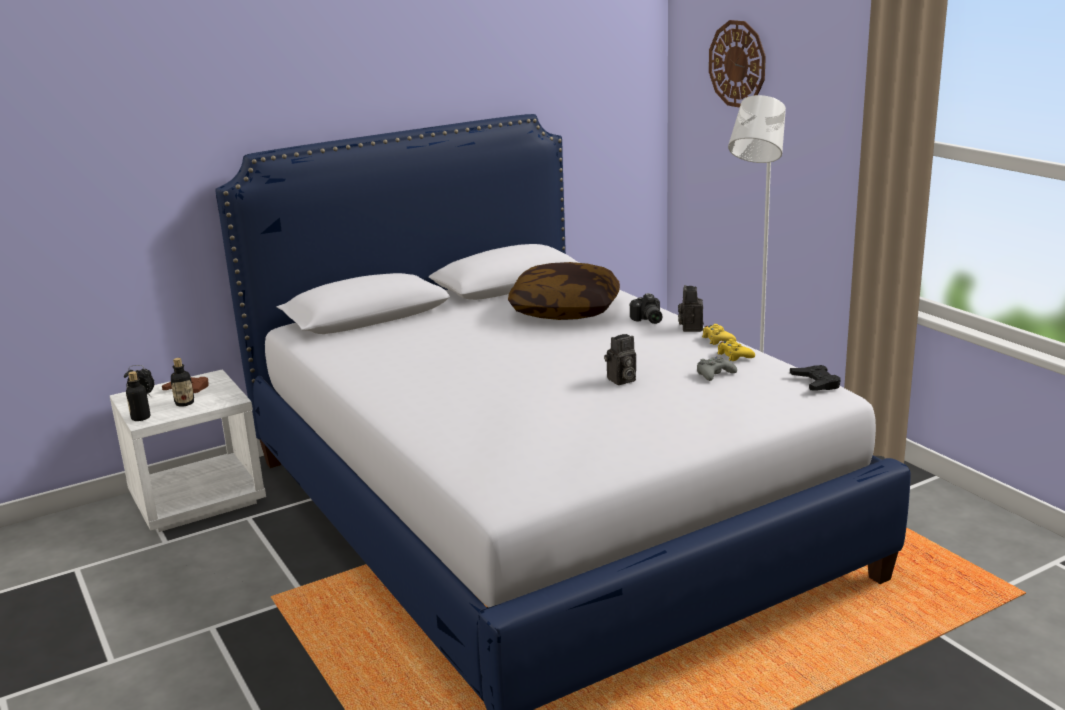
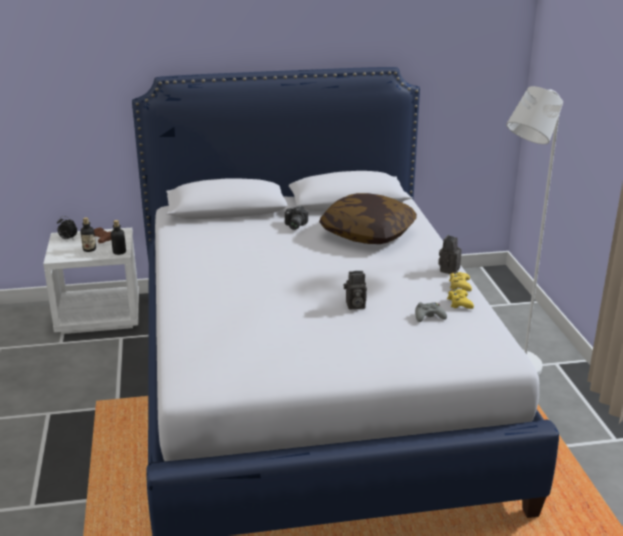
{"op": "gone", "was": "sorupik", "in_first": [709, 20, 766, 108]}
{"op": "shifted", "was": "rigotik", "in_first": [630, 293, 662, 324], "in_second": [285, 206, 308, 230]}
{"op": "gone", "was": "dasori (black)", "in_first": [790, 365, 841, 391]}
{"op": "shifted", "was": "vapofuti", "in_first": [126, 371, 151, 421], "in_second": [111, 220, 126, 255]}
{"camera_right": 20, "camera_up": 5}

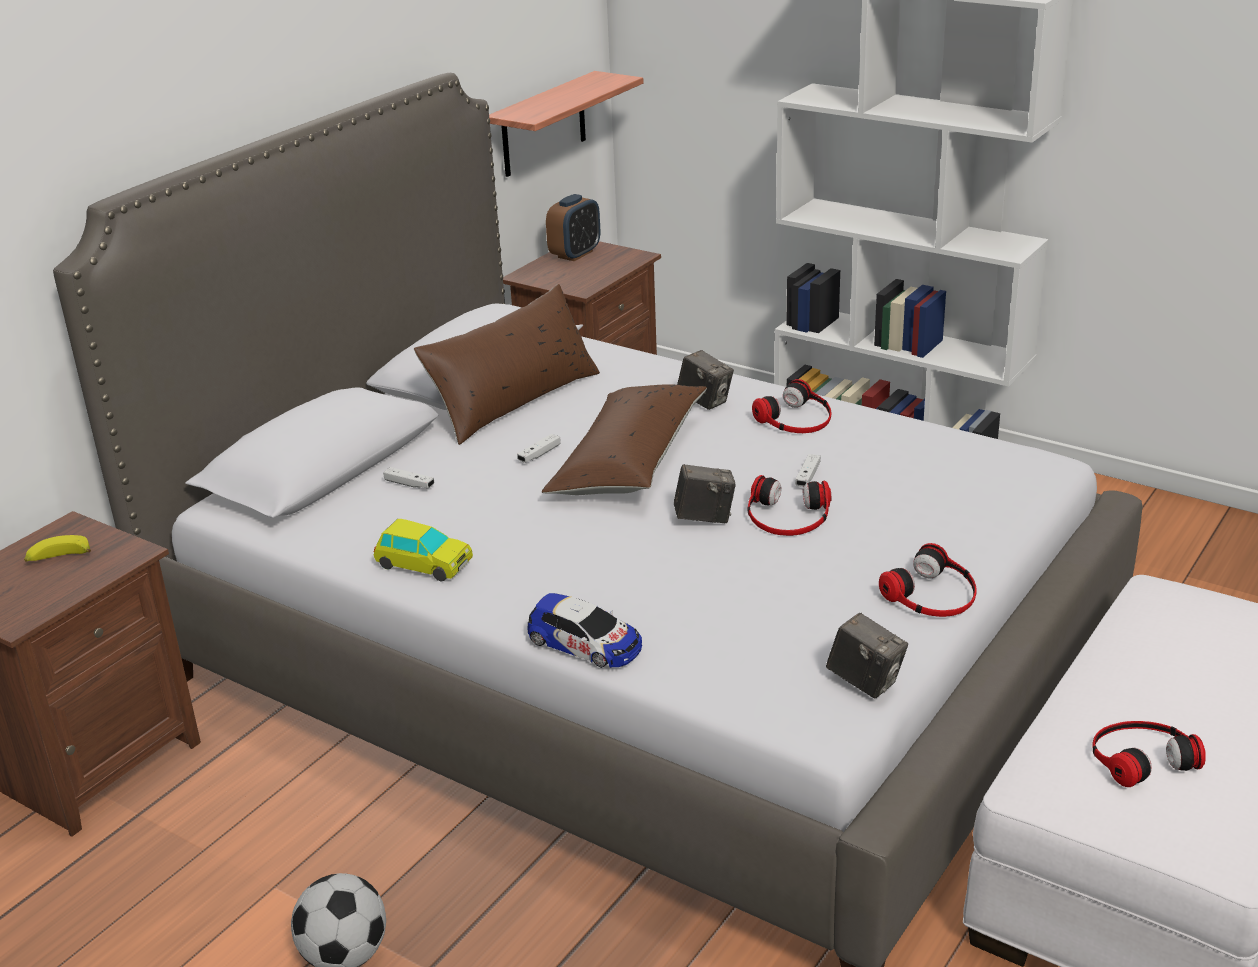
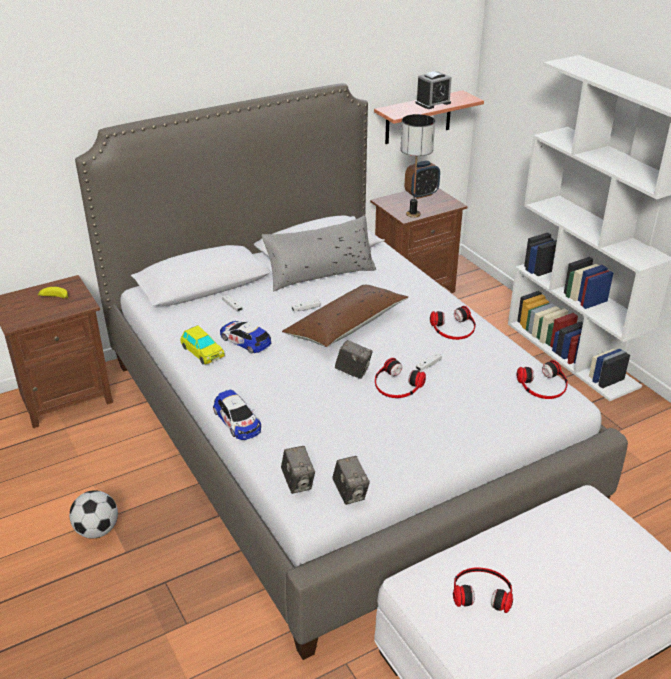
{"op": "repainted", "was": "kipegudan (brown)", "now": "kipegudan (grey)", "in_first": [414, 284, 600, 445], "in_second": [262, 216, 376, 291]}
{"op": "shifted", "was": "rigotik", "in_first": [677, 350, 734, 410], "in_second": [281, 446, 315, 494]}
{"op": "shifted", "was": "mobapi", "in_first": [879, 543, 977, 617], "in_second": [516, 360, 568, 399]}
{"op": "new", "now": "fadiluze", "in_second": [415, 71, 452, 109]}
{"op": "new", "now": "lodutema", "in_second": [401, 114, 435, 218]}
{"op": "new", "now": "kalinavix", "in_second": [220, 321, 271, 354]}
{"camera_right": 25, "camera_up": 5}

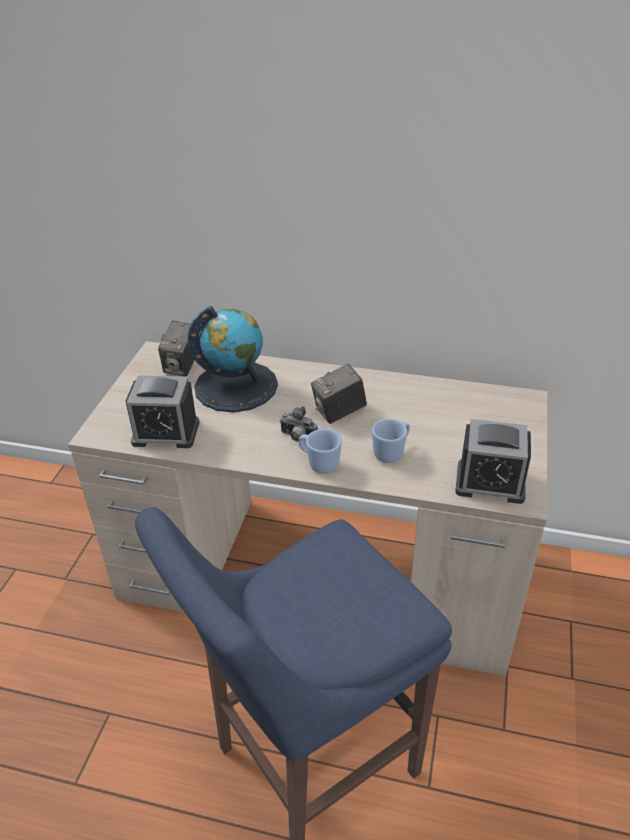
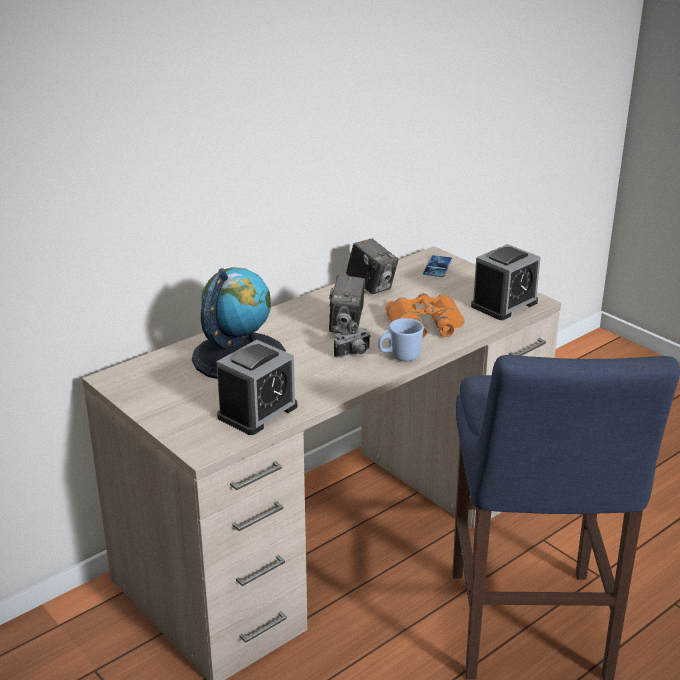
{"op": "shifted", "was": "rigotik", "in_first": [158, 321, 195, 377], "in_second": [346, 239, 399, 294]}
{"op": "swapped", "was": "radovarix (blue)", "now": "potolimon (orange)", "in_first": [372, 419, 410, 463], "in_second": [385, 293, 465, 338]}
{"op": "new", "now": "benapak", "in_second": [423, 255, 452, 277]}
{"camera_right": -55, "camera_up": -10}

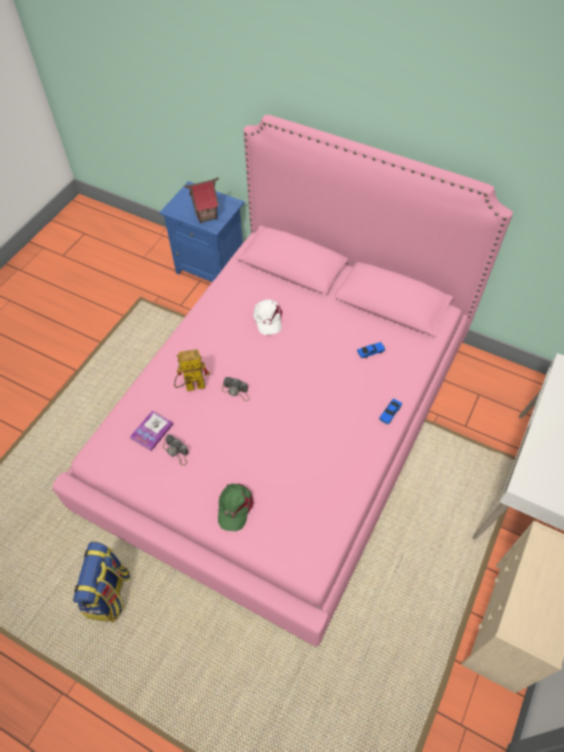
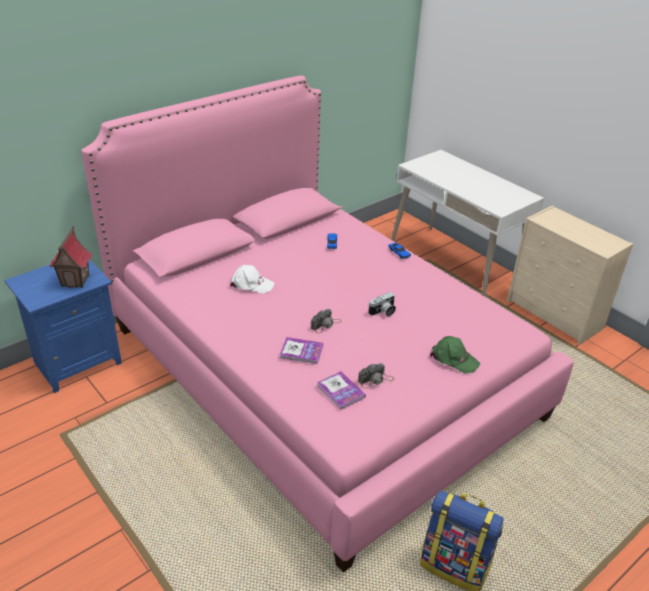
{"op": "swapped", "was": "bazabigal", "now": "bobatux", "in_first": [174, 349, 210, 391], "in_second": [280, 337, 323, 364]}
{"op": "new", "now": "rigotik", "in_second": [369, 292, 396, 316]}
{"camera_right": -70, "camera_up": -20}

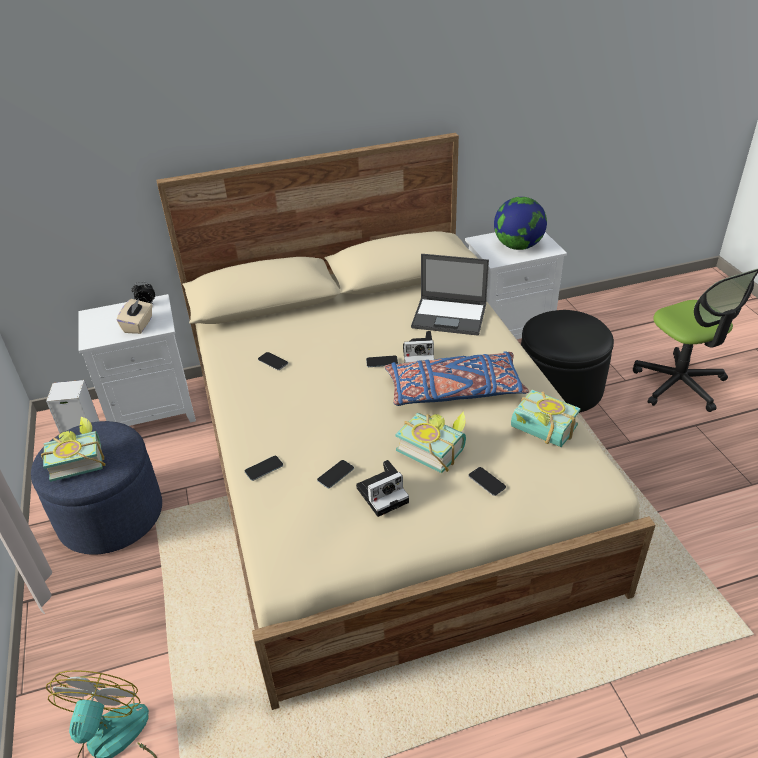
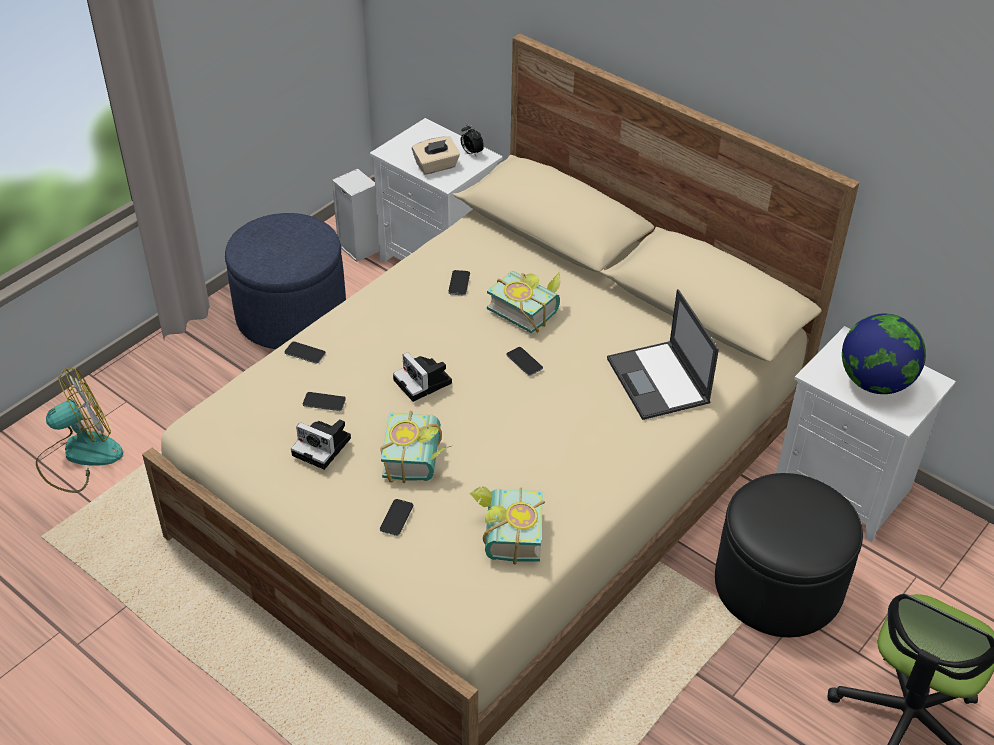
{"op": "shifted", "was": "rigotik", "in_first": [403, 331, 434, 363], "in_second": [393, 352, 452, 402]}
{"op": "gone", "was": "kipegudan (blue)", "in_first": [385, 351, 529, 406]}
{"op": "shifted", "was": "bobatux", "in_first": [41, 417, 105, 482], "in_second": [487, 271, 560, 333]}
{"camera_right": 55, "camera_up": 5}

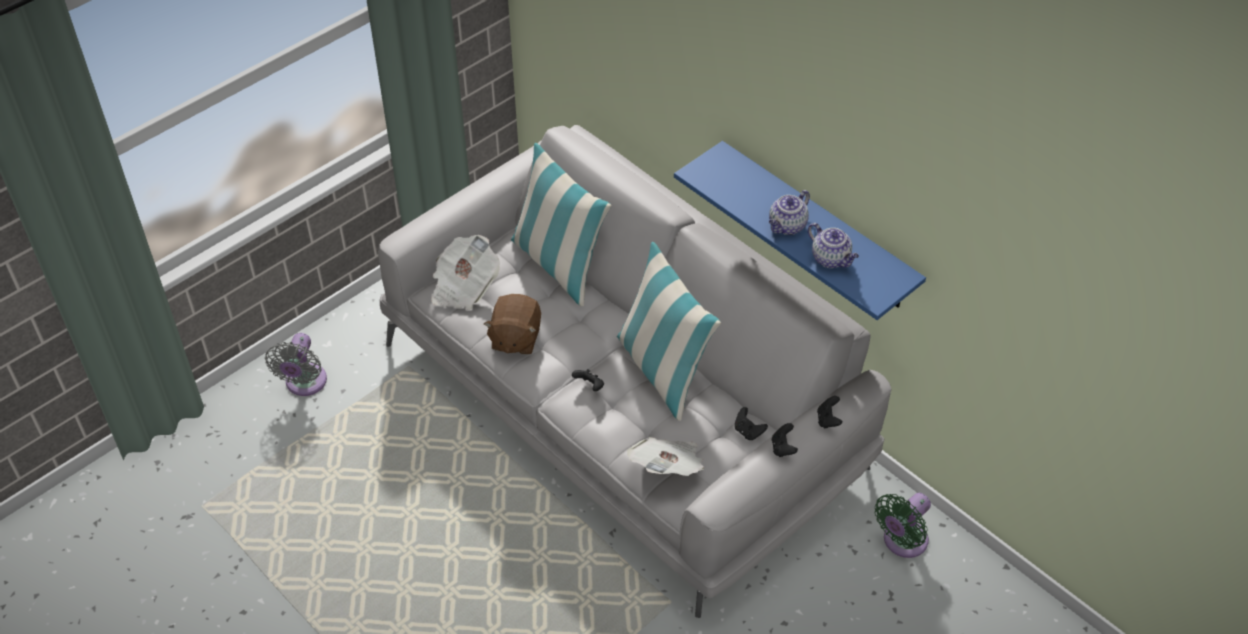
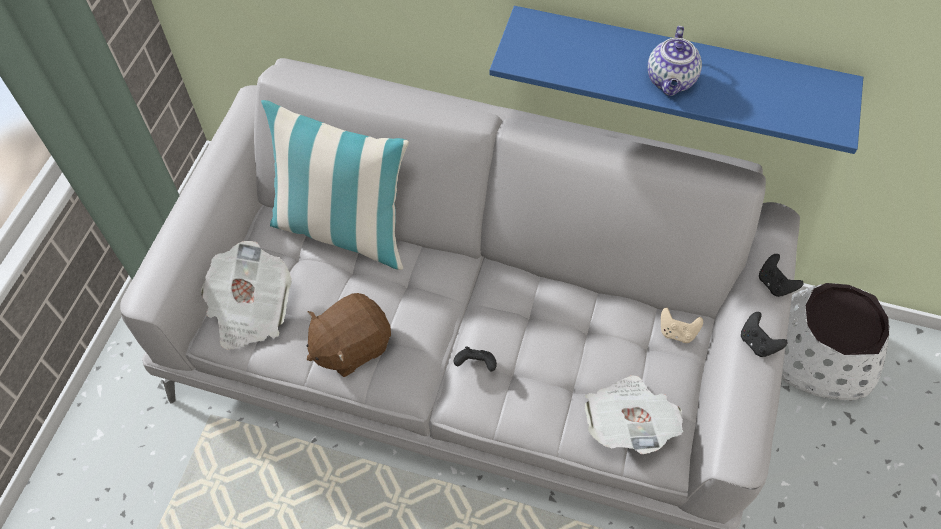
{"op": "gone", "was": "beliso", "in_first": [808, 223, 859, 268]}
{"op": "gone", "was": "kipegudan", "in_first": [617, 242, 721, 421]}
{"op": "rotated", "was": "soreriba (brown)", "in_first": [484, 294, 541, 355], "in_second": [307, 293, 391, 377], "clockwise": 75}
{"op": "gone", "was": "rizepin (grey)", "in_first": [265, 333, 327, 396]}
{"op": "repainted", "was": "dasori (black)", "now": "dasori (beige)", "in_first": [734, 407, 768, 440], "in_second": [661, 307, 703, 343]}
{"op": "swapped", "was": "rizepin (green)", "now": "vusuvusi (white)", "in_first": [875, 493, 931, 558], "in_second": [782, 283, 890, 400]}
{"camera_right": -30, "camera_up": 10}

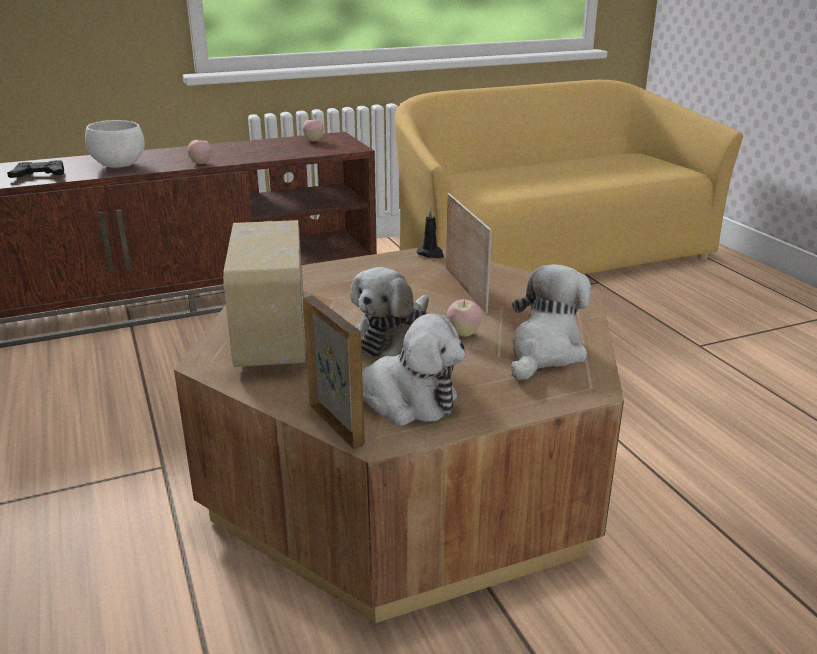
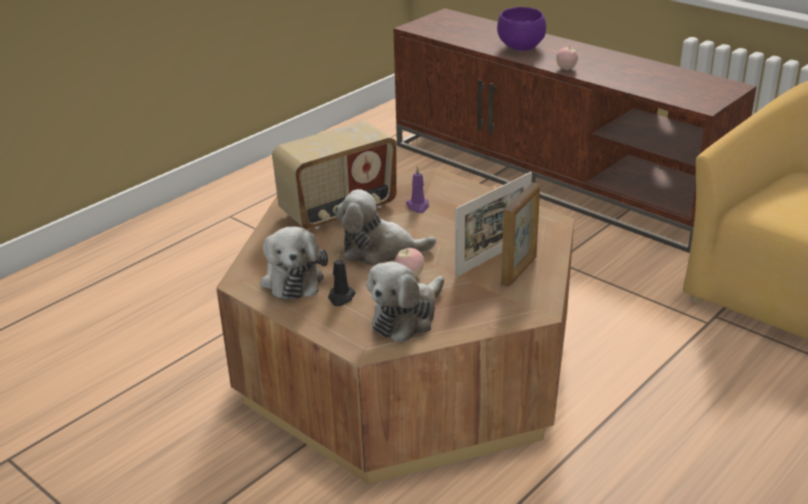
{"op": "gone", "was": "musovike", "in_first": [303, 116, 324, 142]}
{"op": "repainted", "was": "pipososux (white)", "now": "pipososux (purple)", "in_first": [85, 120, 145, 168], "in_second": [497, 7, 546, 51]}
{"op": "gone", "was": "dasori (black)", "in_first": [7, 160, 64, 178]}
{"op": "shifted", "was": "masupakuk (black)", "in_first": [416, 208, 444, 258], "in_second": [328, 253, 356, 306]}
{"op": "rotated", "was": "soreriba", "in_first": [511, 264, 591, 380], "in_second": [367, 262, 444, 343], "clockwise": 120}
{"op": "shifted", "was": "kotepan", "in_first": [303, 295, 365, 449], "in_second": [501, 183, 540, 287]}
{"op": "new", "now": "masupakuk (purple)", "in_second": [406, 166, 429, 213]}
{"camera_right": 65, "camera_up": 5}

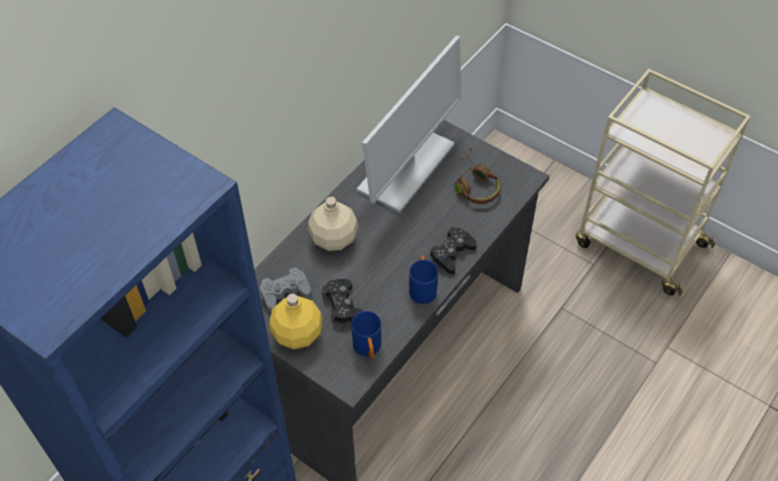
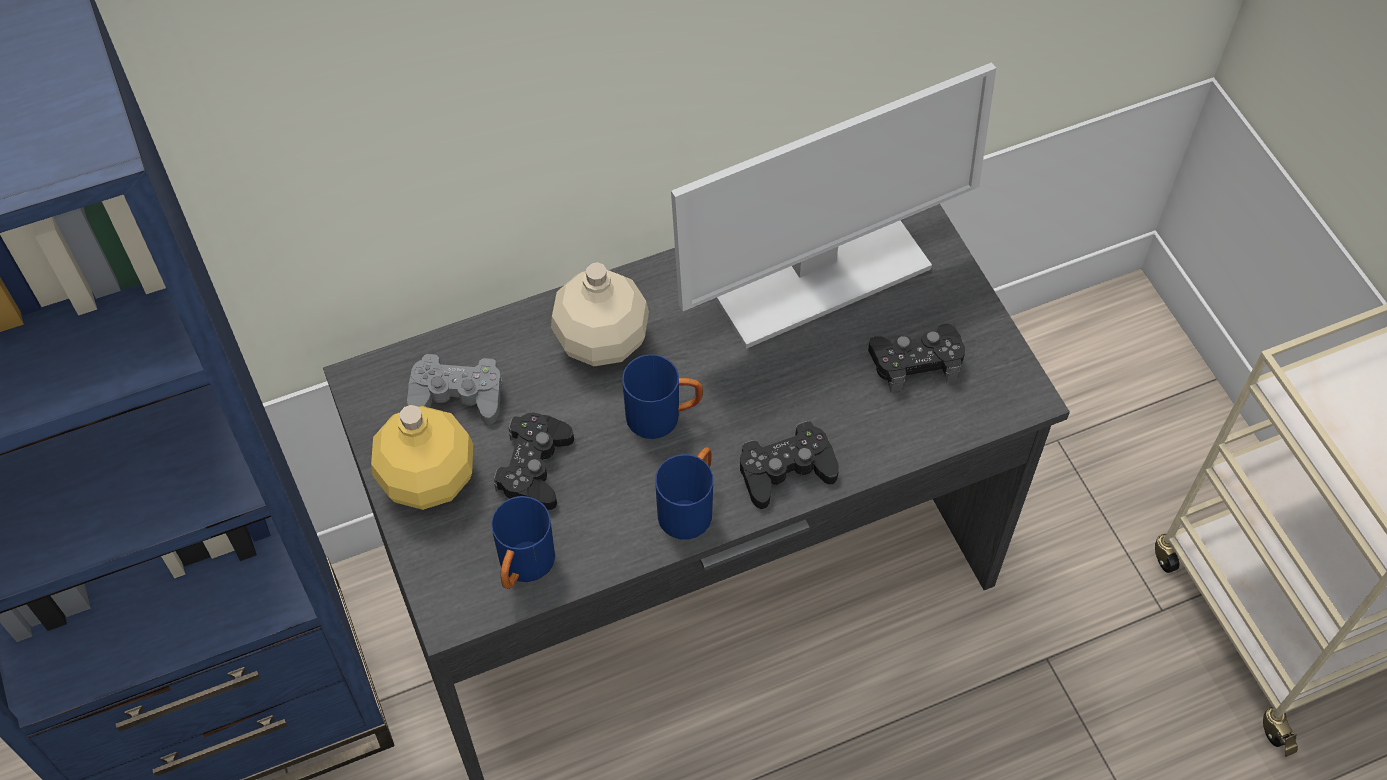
{"op": "swapped", "was": "mobapi (brown)", "now": "dasori (black)", "in_first": [455, 148, 501, 204], "in_second": [868, 324, 965, 393]}
{"op": "new", "now": "radovarix (blue)", "in_second": [622, 355, 703, 439]}
{"camera_right": 30, "camera_up": 5}

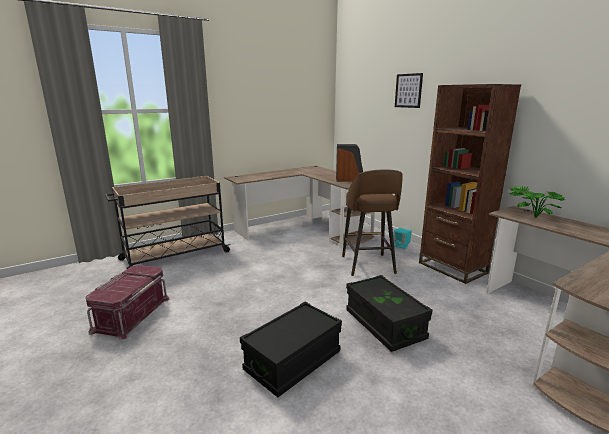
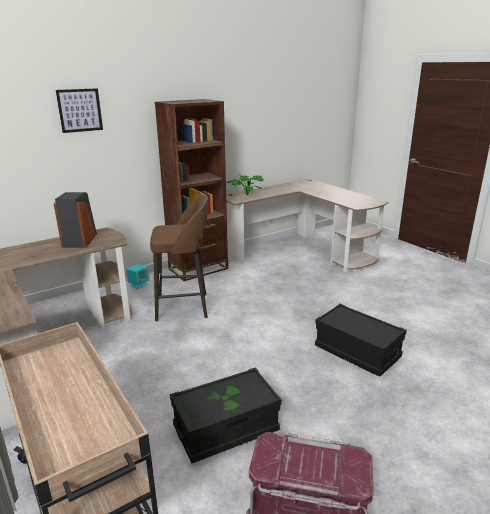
{"op": "shifted", "was": "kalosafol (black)", "in_first": [346, 275, 433, 352], "in_second": [170, 367, 282, 463]}
{"camera_right": -90, "camera_up": 5}

